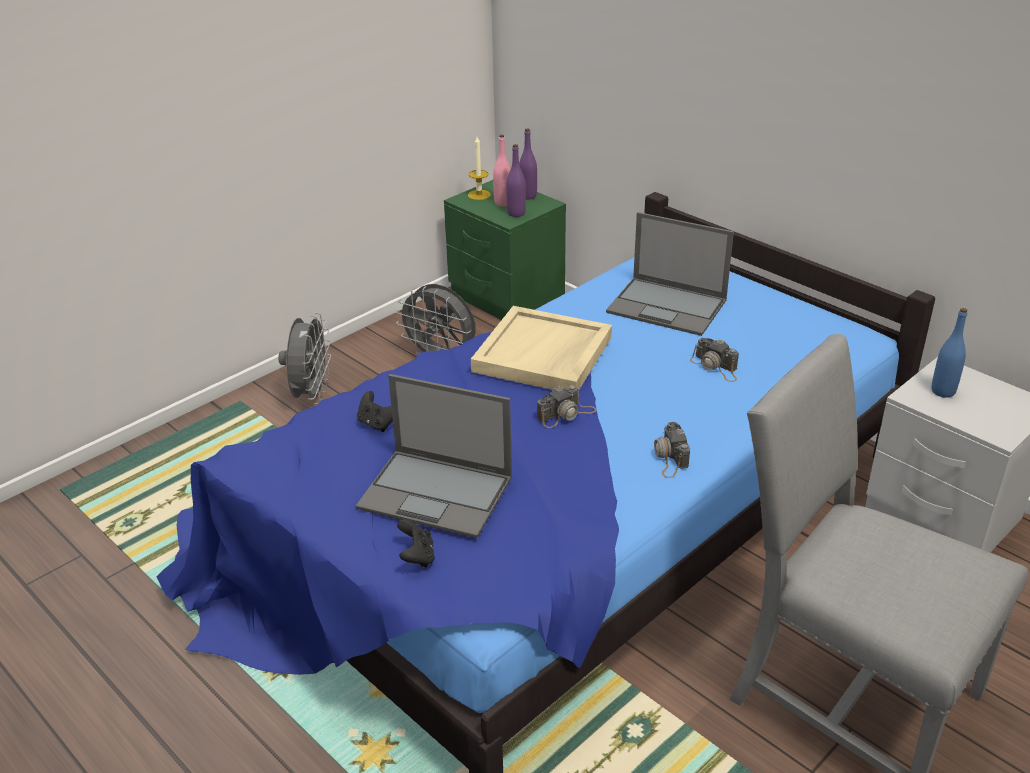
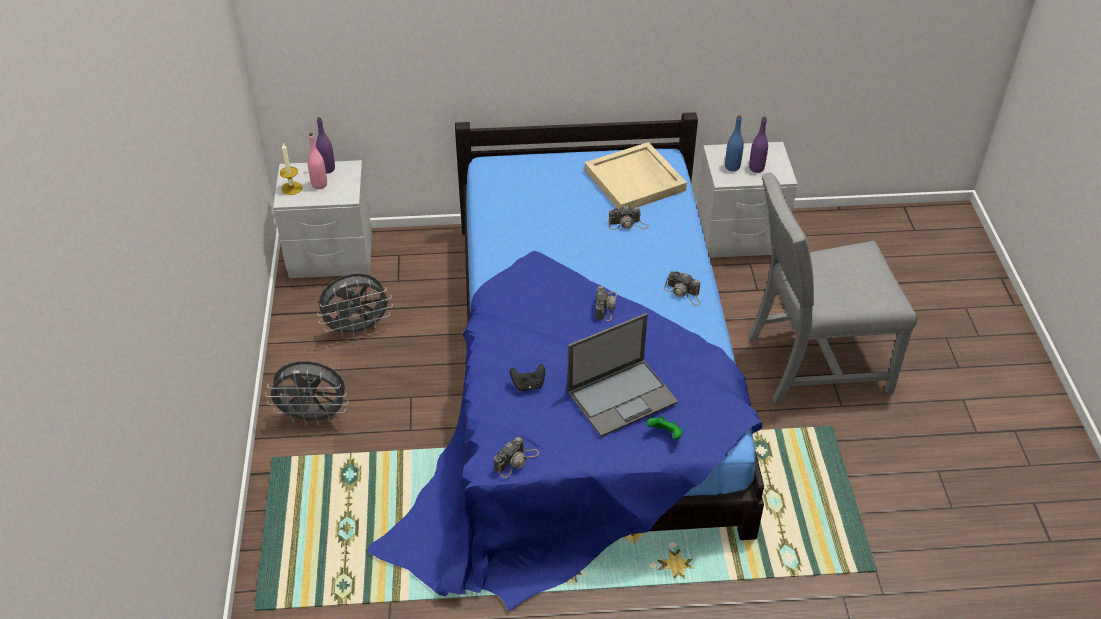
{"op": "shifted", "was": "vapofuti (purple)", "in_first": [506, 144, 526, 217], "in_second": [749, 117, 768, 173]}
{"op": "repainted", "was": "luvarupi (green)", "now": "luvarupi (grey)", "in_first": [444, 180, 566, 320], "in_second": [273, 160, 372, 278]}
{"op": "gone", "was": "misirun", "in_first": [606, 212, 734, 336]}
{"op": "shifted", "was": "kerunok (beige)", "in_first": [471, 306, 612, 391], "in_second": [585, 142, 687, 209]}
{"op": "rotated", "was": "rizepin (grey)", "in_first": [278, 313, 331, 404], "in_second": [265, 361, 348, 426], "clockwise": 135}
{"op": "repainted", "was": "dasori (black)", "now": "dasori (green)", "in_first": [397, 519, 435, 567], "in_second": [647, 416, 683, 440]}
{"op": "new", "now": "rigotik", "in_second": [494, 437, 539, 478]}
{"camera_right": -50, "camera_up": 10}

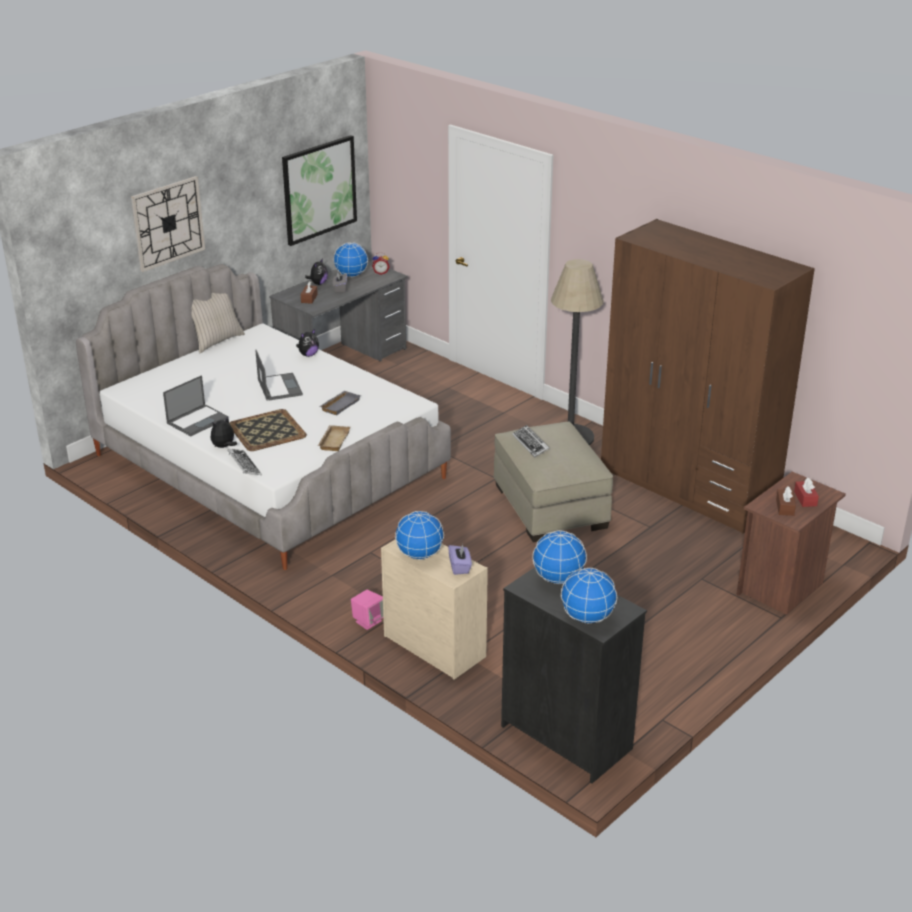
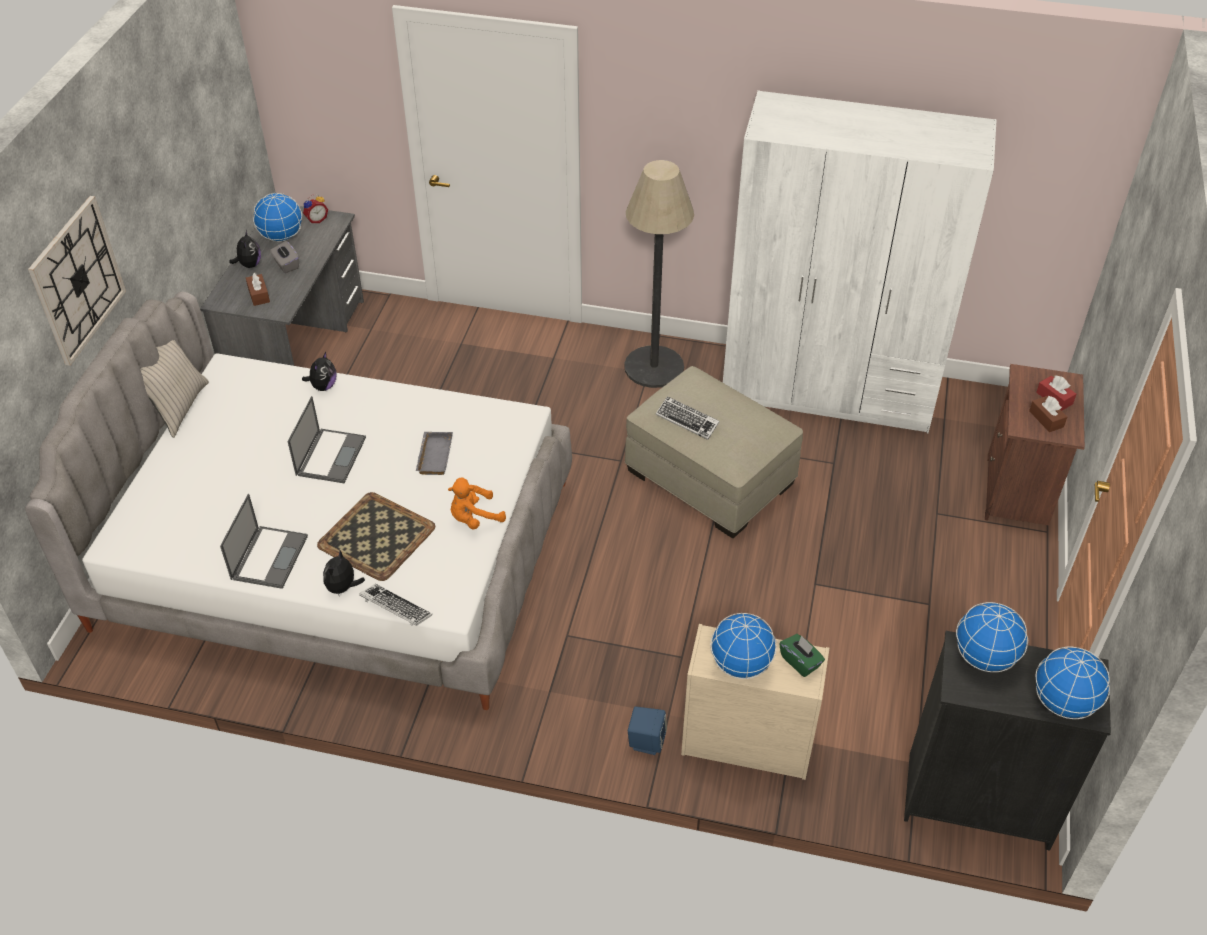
{"op": "gone", "was": "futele", "in_first": [282, 135, 357, 246]}
{"op": "repainted", "was": "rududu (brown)", "now": "rududu (white)", "in_first": [601, 219, 815, 534], "in_second": [723, 90, 997, 433]}
{"op": "rotated", "was": "misirun", "in_first": [255, 350, 303, 401], "in_second": [287, 396, 366, 483], "clockwise": 60}
{"op": "swapped", "was": "kerunok (beige)", "now": "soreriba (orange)", "in_first": [318, 425, 350, 451], "in_second": [448, 478, 506, 529]}
{"op": "repainted", "was": "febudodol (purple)", "now": "febudodol (green)", "in_first": [448, 544, 472, 575], "in_second": [779, 634, 825, 677]}
{"op": "repainted", "was": "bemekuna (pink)", "now": "bemekuna (blue)", "in_first": [351, 590, 383, 630], "in_second": [628, 707, 667, 755]}
{"camera_right": -30, "camera_up": 15}

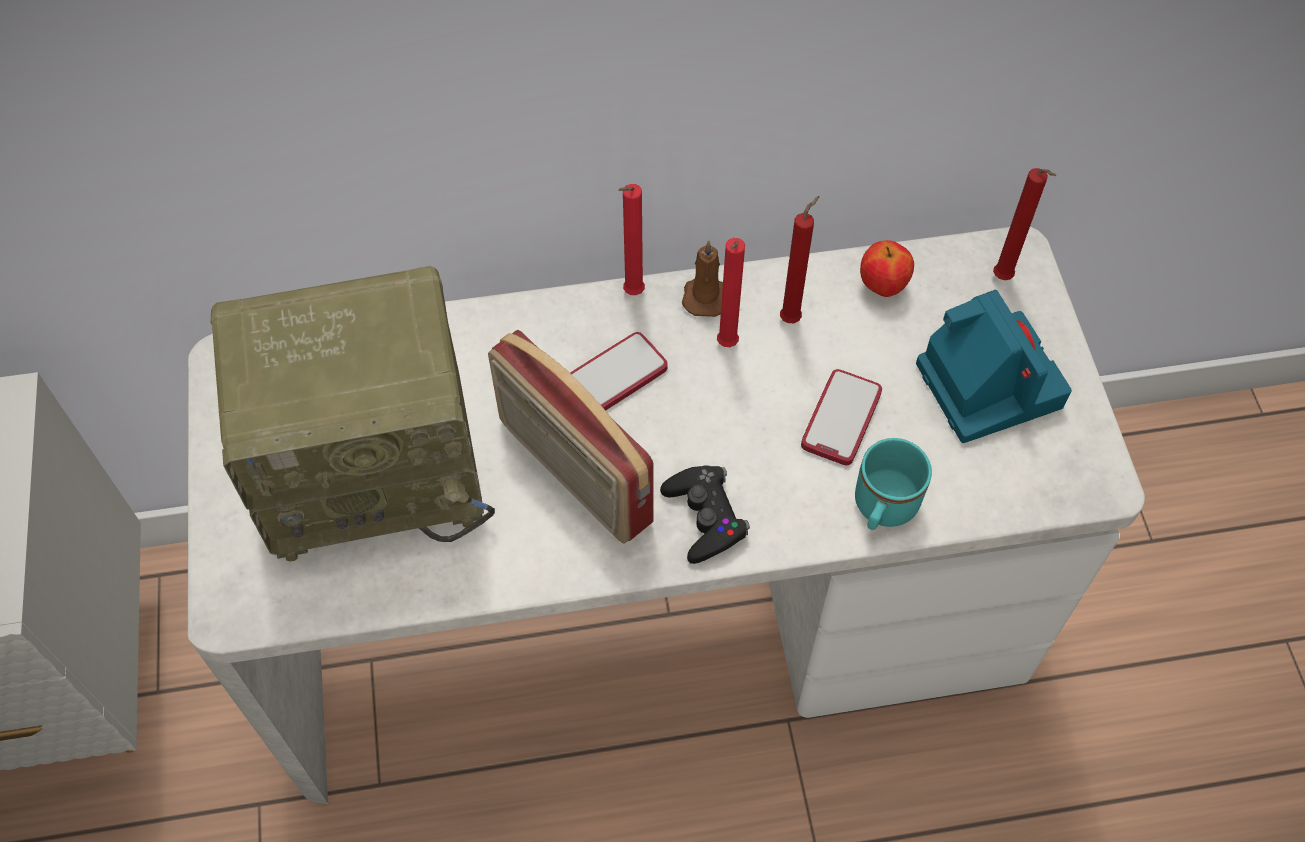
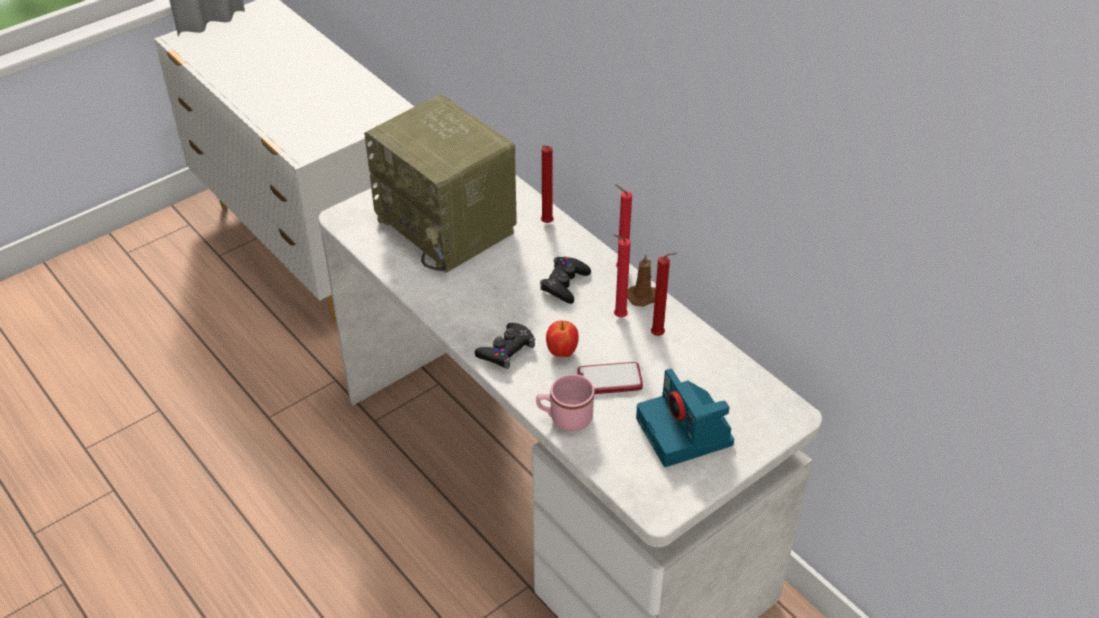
{"op": "shifted", "was": "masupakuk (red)", "in_first": [993, 168, 1056, 280], "in_second": [541, 145, 554, 223]}
{"op": "shifted", "was": "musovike", "in_first": [860, 240, 914, 297], "in_second": [546, 321, 579, 357]}
{"op": "rotated", "was": "rigotik", "in_first": [916, 290, 1072, 443], "in_second": [636, 368, 734, 467], "clockwise": 120}
{"op": "gone", "was": "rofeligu", "in_first": [488, 330, 654, 544]}
{"op": "swapped", "was": "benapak", "now": "dasori (black)", "in_first": [570, 332, 668, 411], "in_second": [540, 257, 591, 304]}
{"op": "repainted", "was": "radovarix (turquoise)", "now": "radovarix (pink)", "in_first": [855, 438, 932, 530], "in_second": [536, 374, 594, 431]}
{"camera_right": 60, "camera_up": -15}

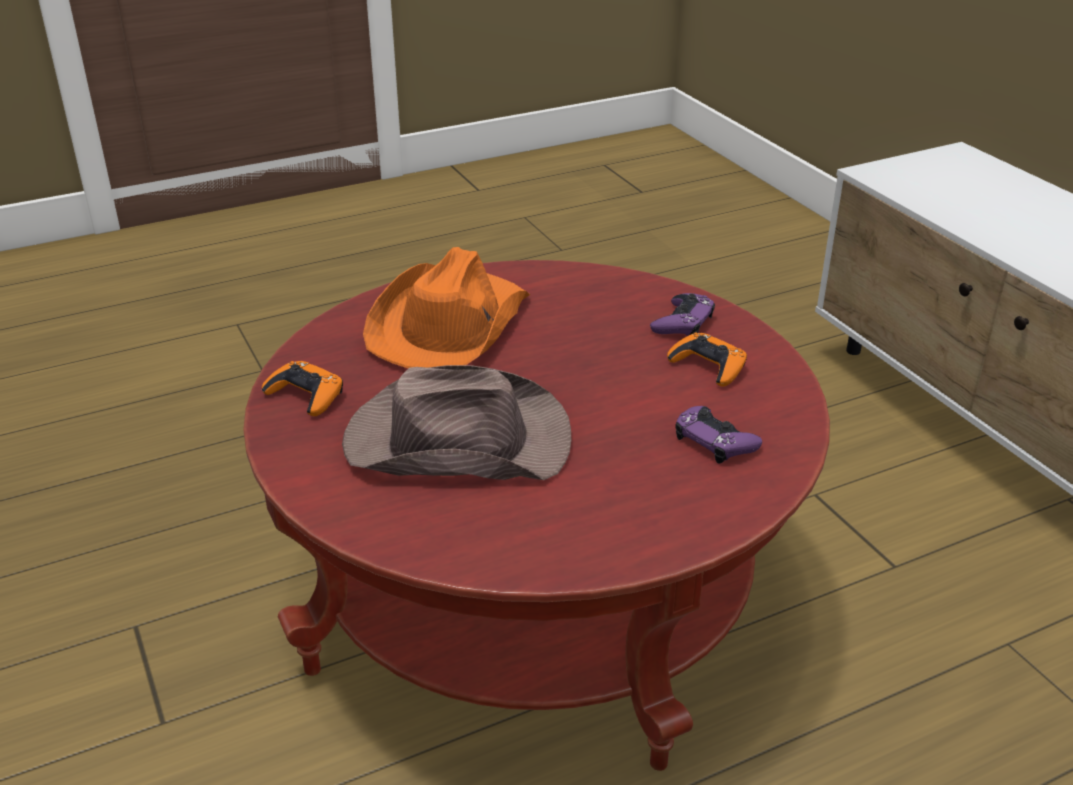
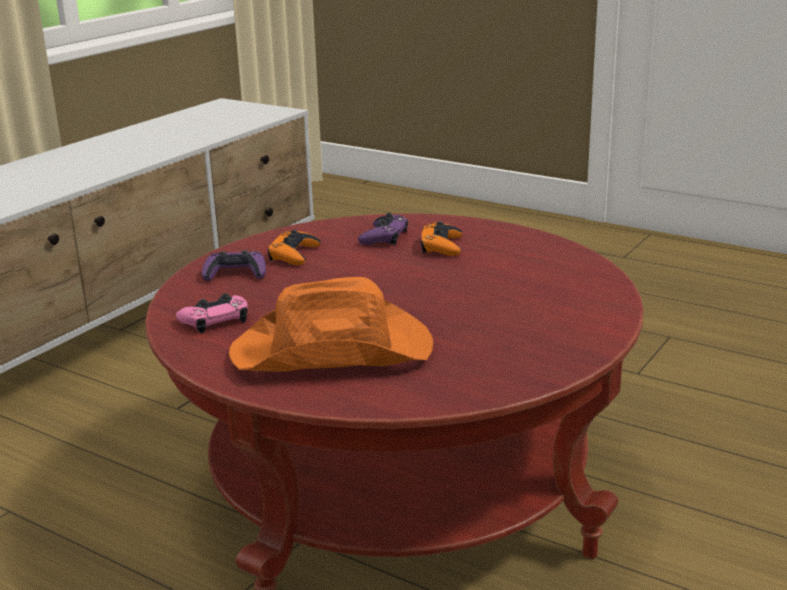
{"op": "shifted", "was": "dasori (orange)", "in_first": [262, 361, 343, 416], "in_second": [421, 221, 463, 256]}
{"op": "gone", "was": "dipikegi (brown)", "in_first": [342, 365, 571, 480]}
{"op": "new", "now": "dasori (pink)", "in_second": [176, 293, 248, 333]}
{"camera_right": -120, "camera_up": -10}

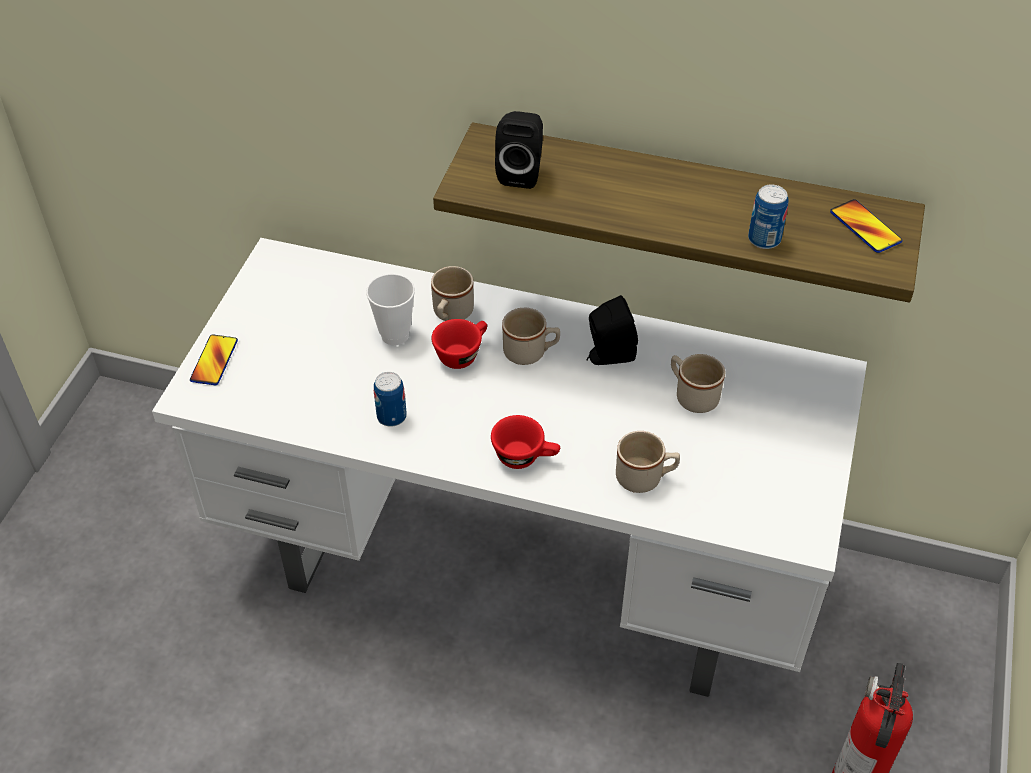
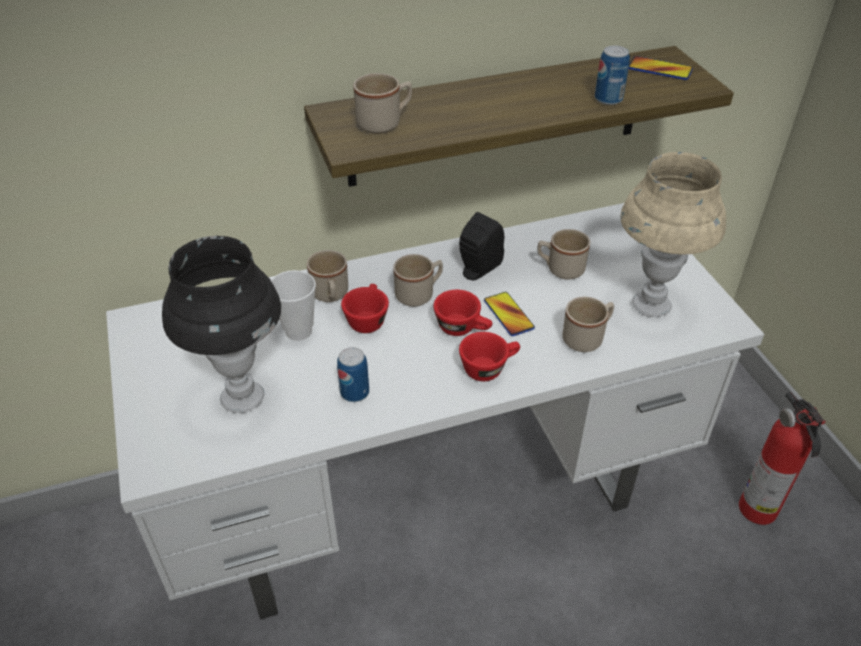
{"op": "swapped", "was": "bemekuna (black)", "now": "radovarix (beige)", "in_first": [495, 111, 543, 189], "in_second": [353, 73, 412, 134]}
{"op": "shifted", "was": "benapak", "in_first": [190, 334, 238, 385], "in_second": [484, 292, 535, 336]}
{"op": "new", "now": "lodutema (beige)", "in_second": [620, 152, 726, 317]}
{"op": "new", "now": "lodutema (black)", "in_second": [162, 236, 281, 413]}
{"op": "new", "now": "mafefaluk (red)", "in_second": [433, 290, 492, 336]}
{"camera_right": -35, "camera_up": -5}

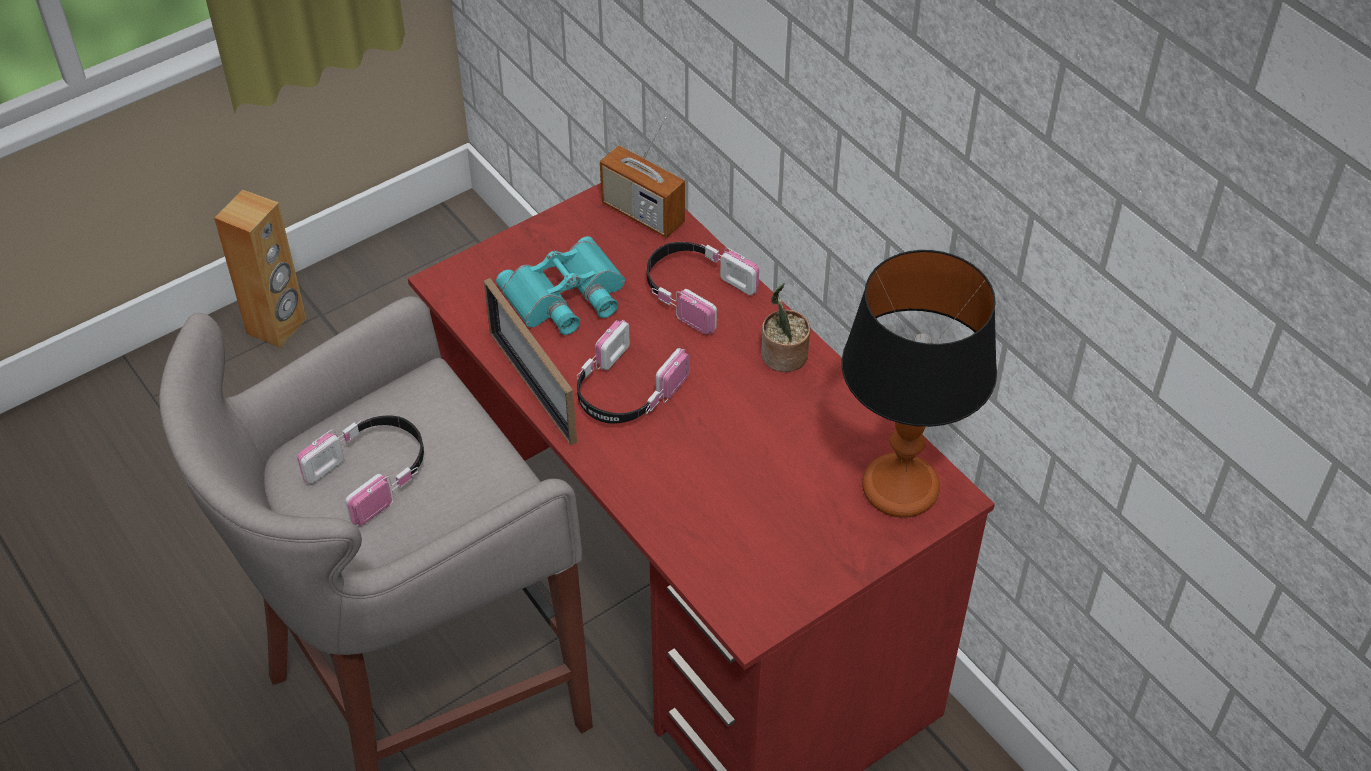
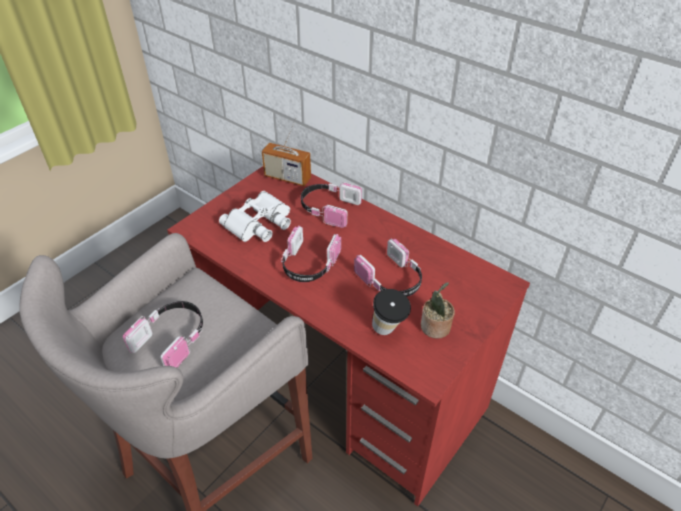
{"op": "gone", "was": "bemekuna (brown)", "in_first": [214, 189, 307, 348]}
{"op": "repainted", "was": "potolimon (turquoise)", "now": "potolimon (white)", "in_first": [496, 236, 625, 335], "in_second": [219, 191, 291, 242]}
{"op": "gone", "was": "lodutema", "in_first": [842, 250, 997, 518]}
{"op": "gone", "was": "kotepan", "in_first": [484, 278, 577, 445]}
{"op": "shifted", "was": "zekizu", "in_first": [761, 283, 811, 372], "in_second": [421, 282, 455, 338]}
{"op": "new", "now": "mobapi", "in_second": [354, 238, 422, 297]}
{"op": "new", "now": "mafefaluk", "in_second": [372, 289, 411, 335]}
{"camera_right": -15, "camera_up": -5}

